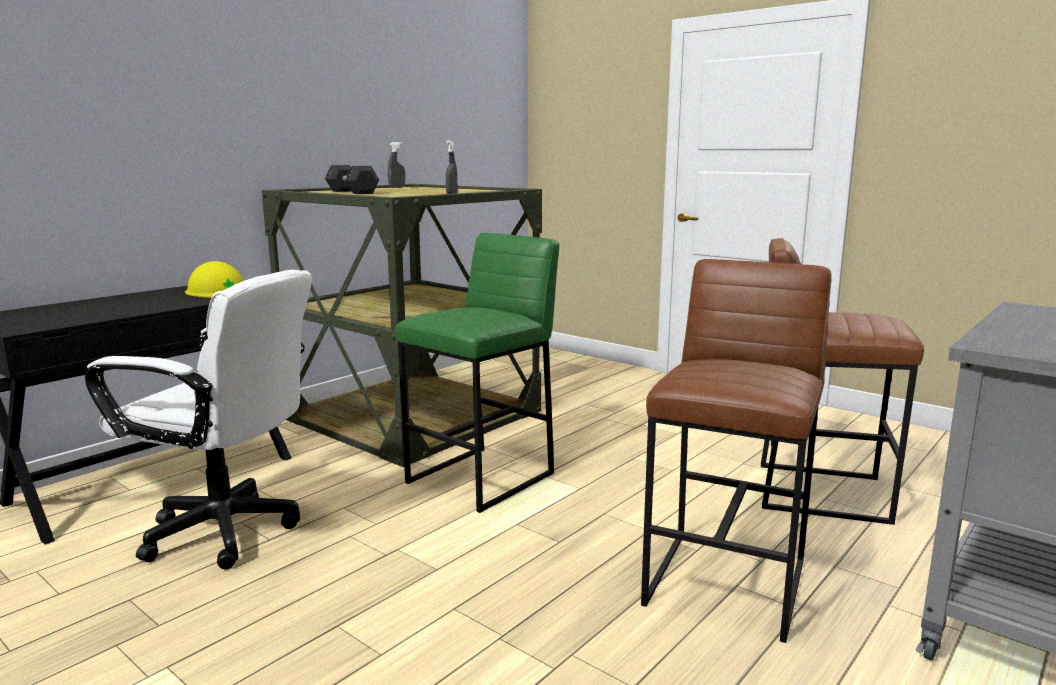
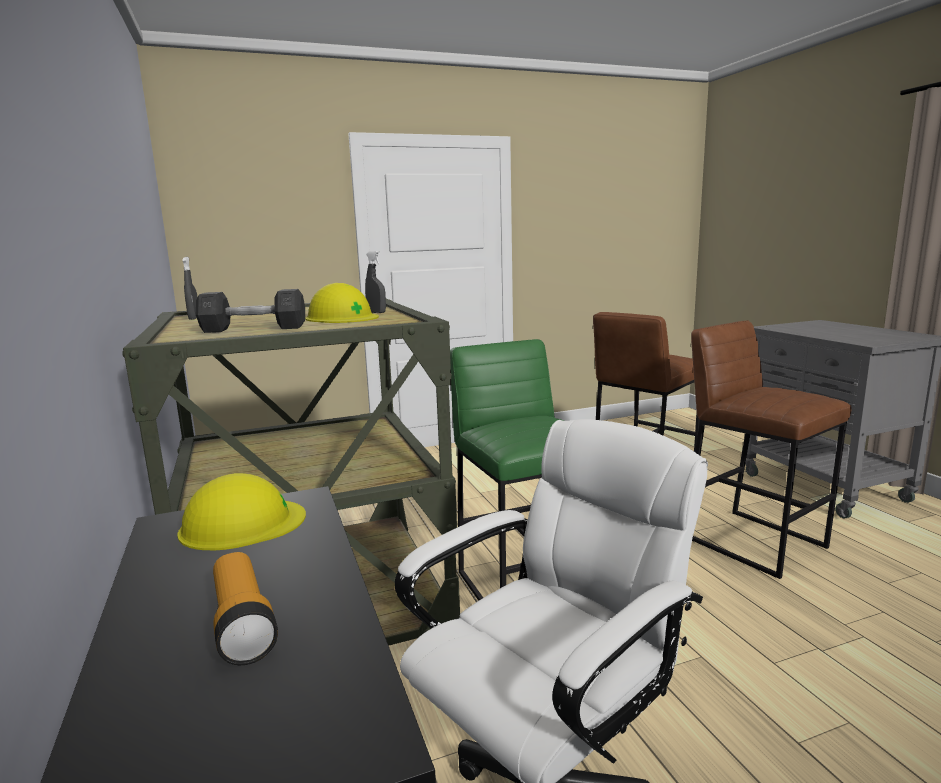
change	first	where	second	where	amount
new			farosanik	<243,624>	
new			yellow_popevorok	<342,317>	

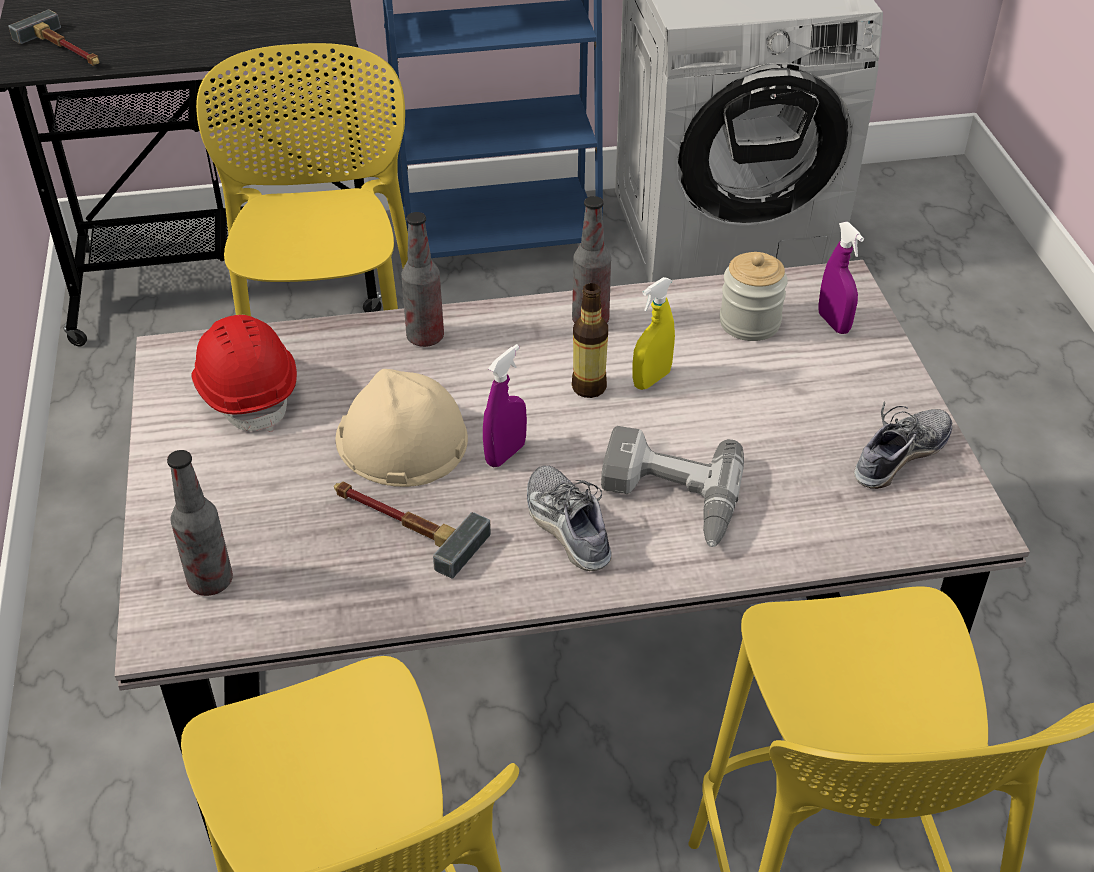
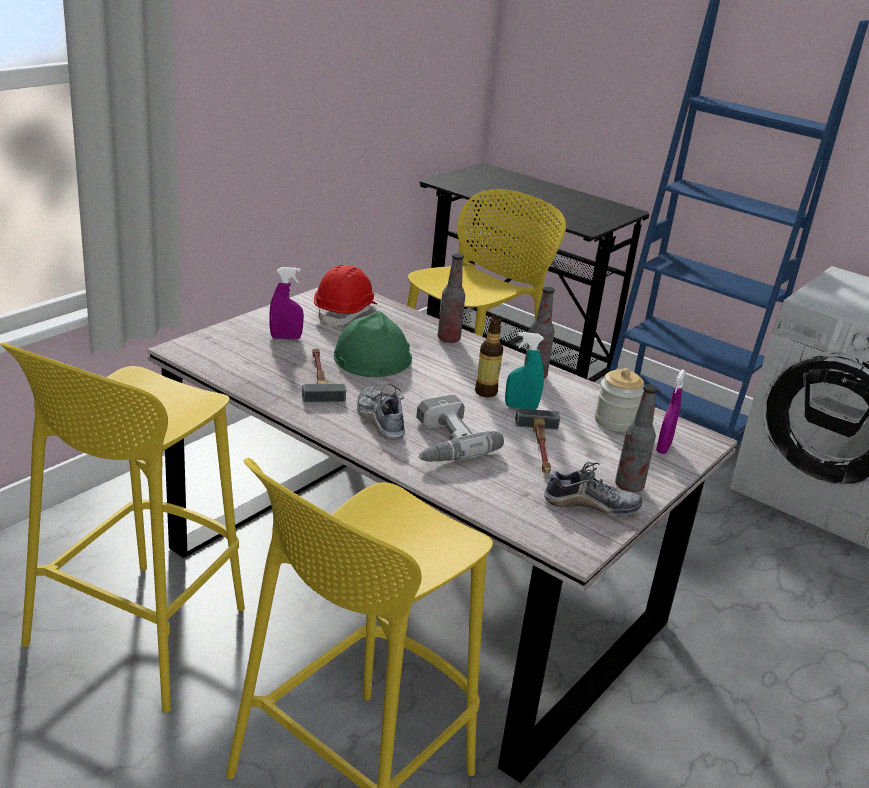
change	first	where	second	where	amount
shifted	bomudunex	<65,50>		<540,448>	
shifted	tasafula	<210,581>		<629,486>	
repainted	beige_popevorok	<401,439>	green_popevorok	<372,358>	
shifted	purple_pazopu	<505,454>		<286,338>	
rotated	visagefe	<567,527>		<380,420>	45 degrees counterclockwise
repainted	yellow_pazopu	<651,379>	turquoise_pazopu	<521,407>	

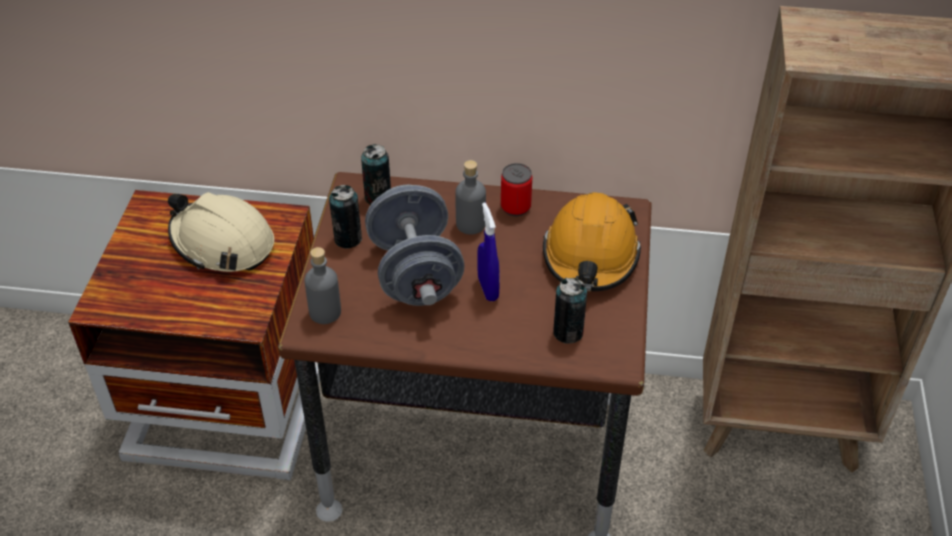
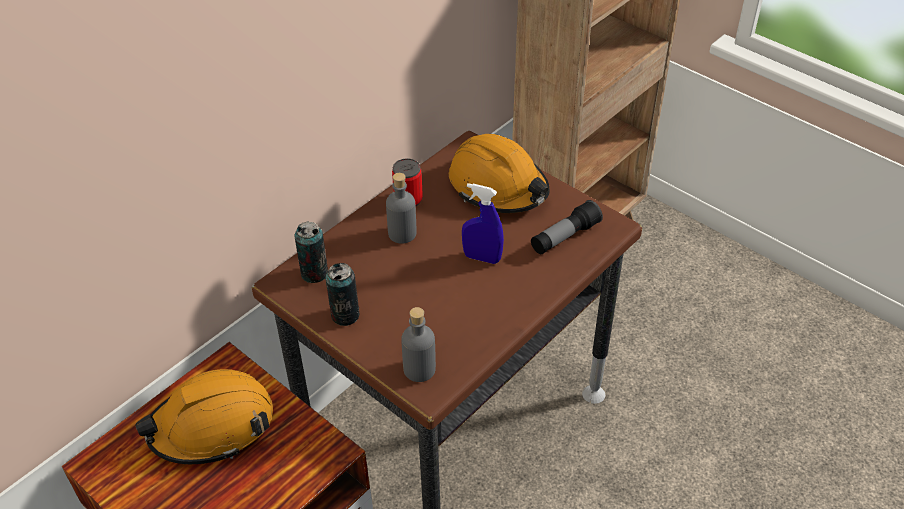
change	first	where	second	where	amount
repainted	beige_popevorok	<222,243>	orange_popevorok	<212,426>	
gone	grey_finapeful	<415,273>			
swapped	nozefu	<568,332>	farosanik	<565,237>	

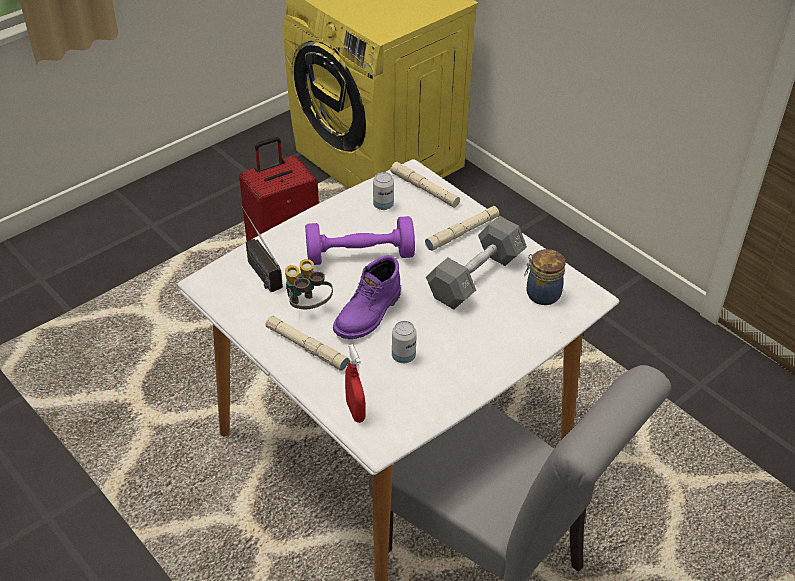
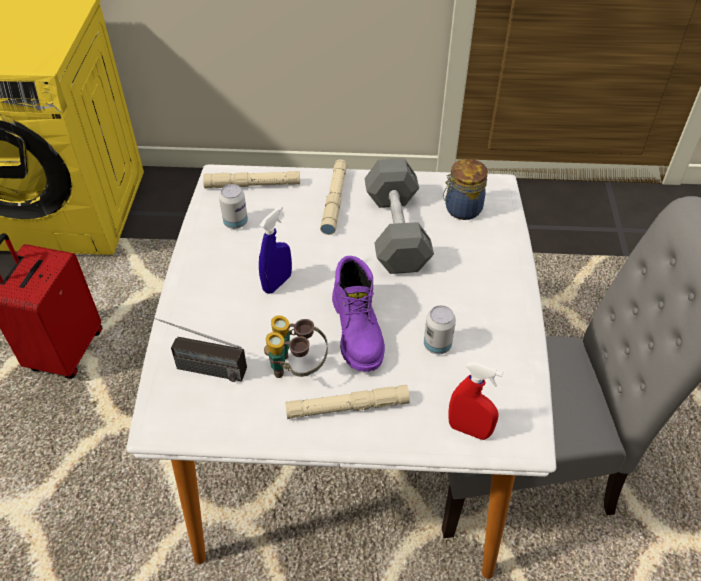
change	first	where	second	where	amount
swapped	purple_finapeful	<360,256>	blue_pazopu	<277,283>	

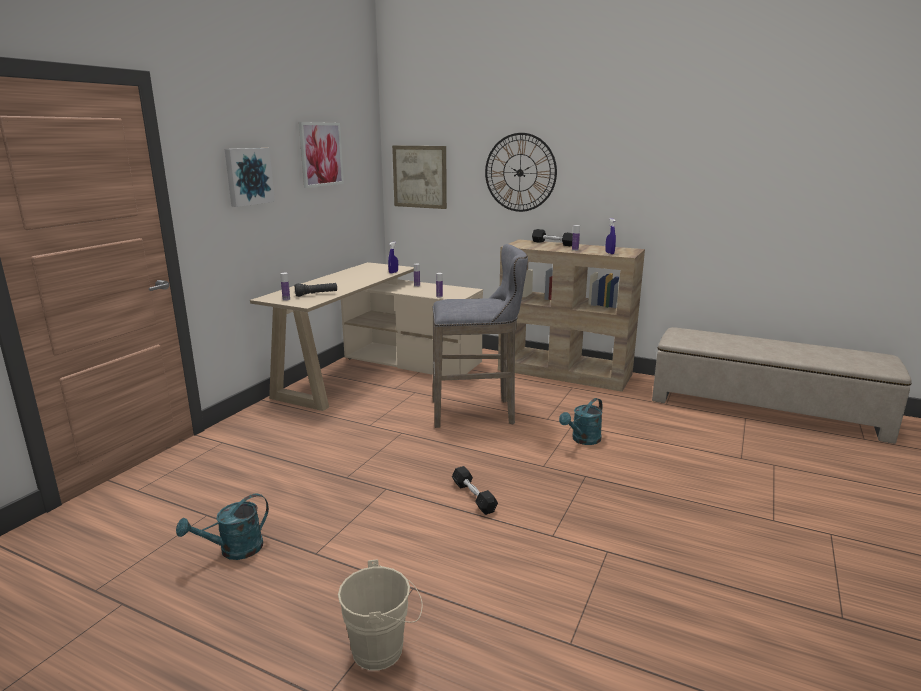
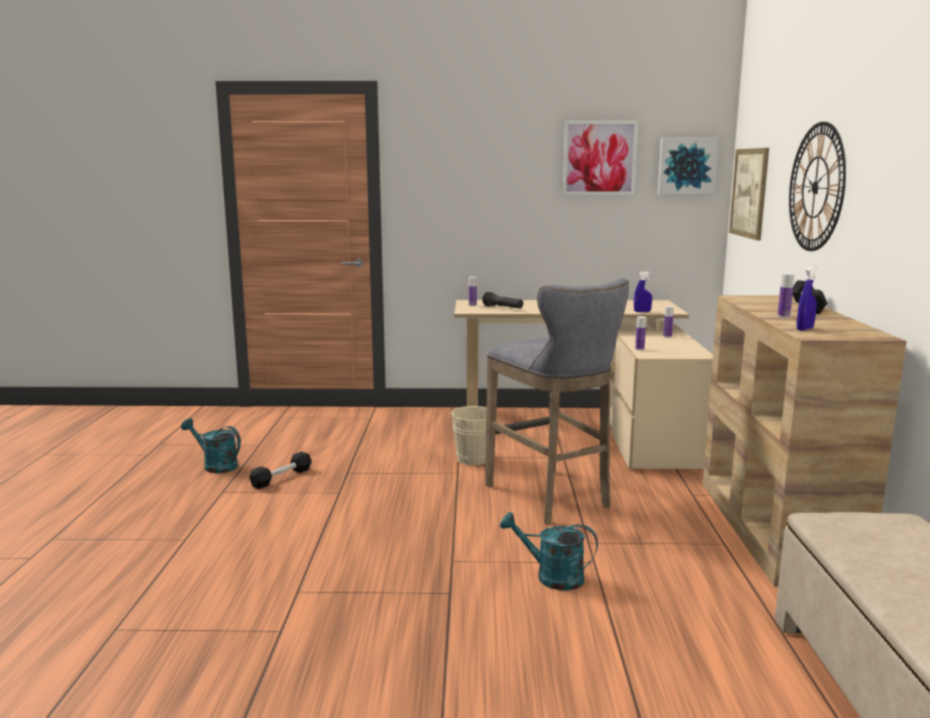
change	first	where	second	where	amount
shifted	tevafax	<248,176>		<686,166>	
shifted	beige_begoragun	<383,649>		<475,460>	
shifted	black_finapeful	<473,497>		<281,477>	

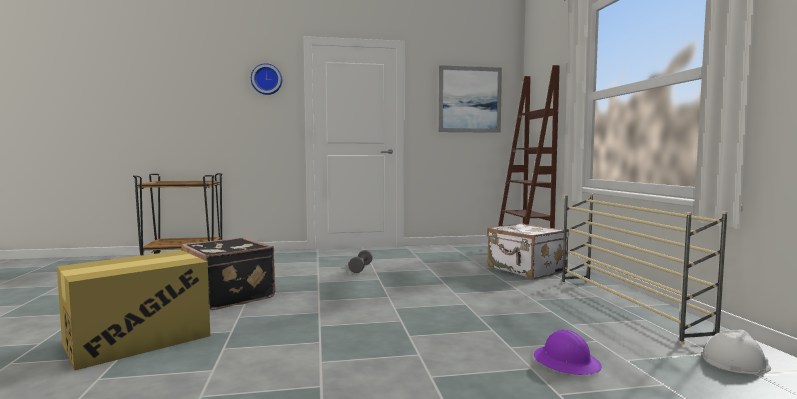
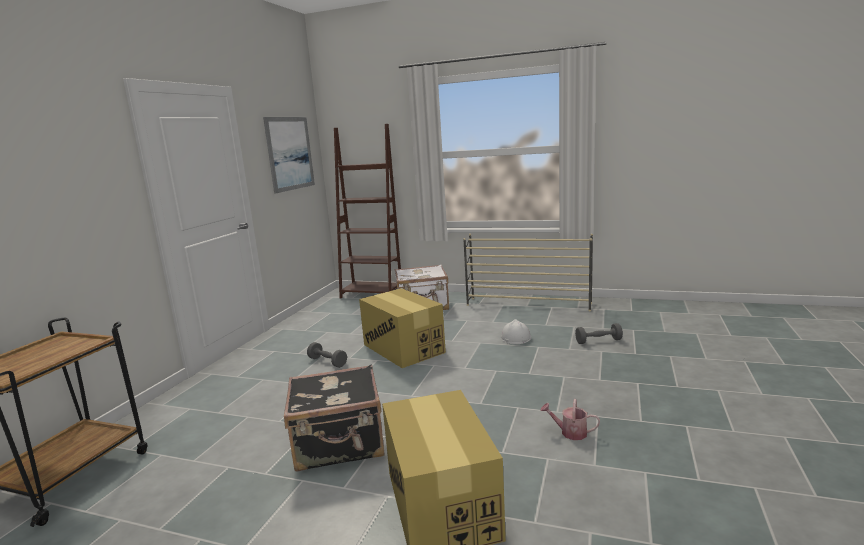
change	first	where	second	where	amount
gone	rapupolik	<266,79>			
swapped	purple_popevorok	<566,362>	grey_finapeful	<598,341>	
shifted	white_popevorok	<735,362>		<515,338>	
new			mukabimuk	<403,348>	
new			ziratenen	<570,432>	

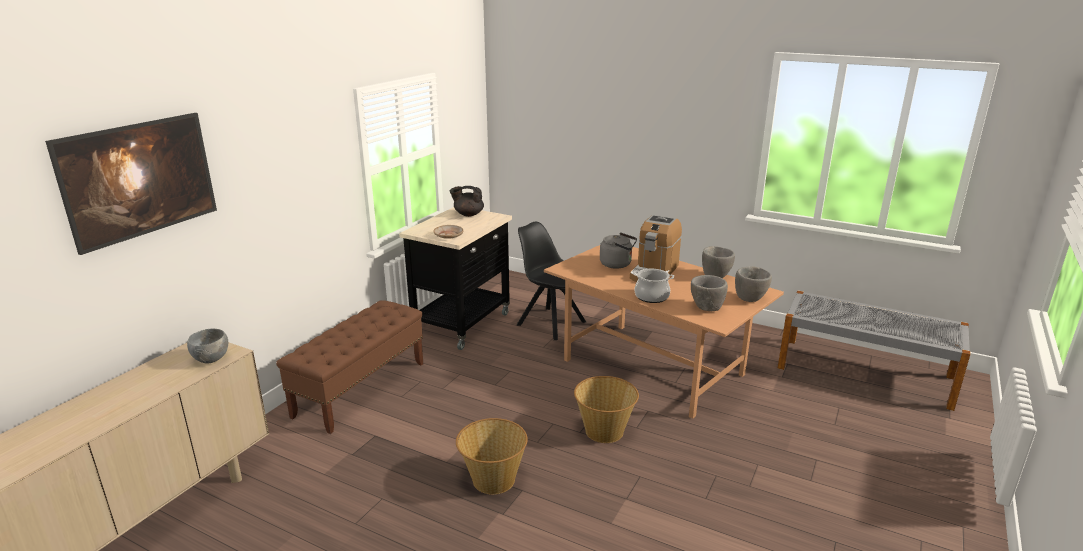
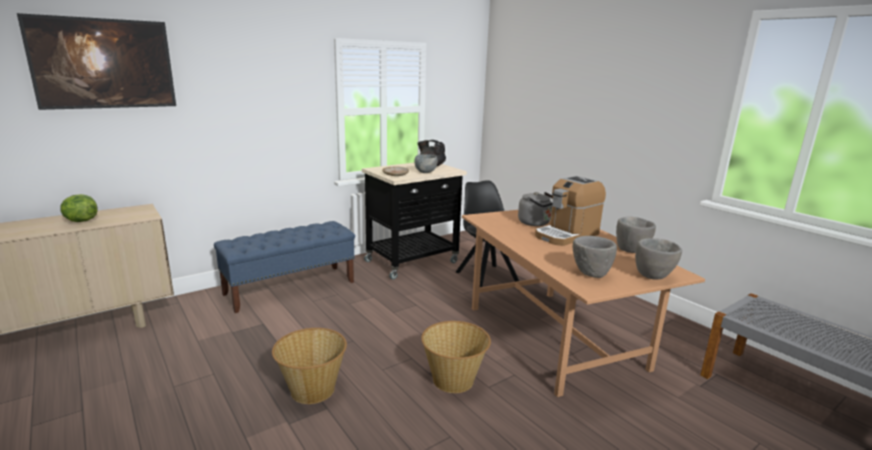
change	first	where	second	where	amount
shifted	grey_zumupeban	<211,359>		<425,172>	
repainted	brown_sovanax	<361,389>	blue_sovanax	<290,288>	
gone	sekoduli	<652,296>			
new			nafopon	<80,221>	

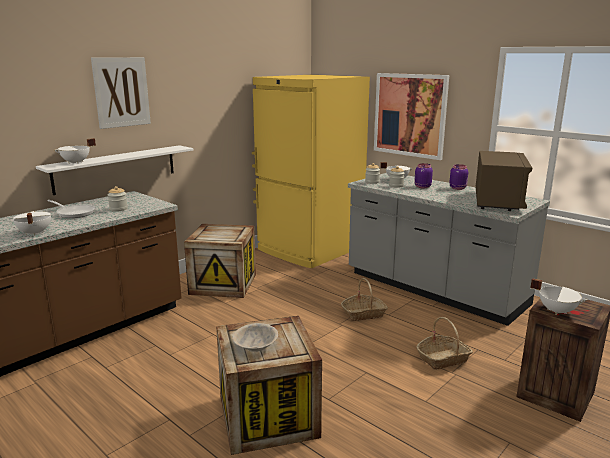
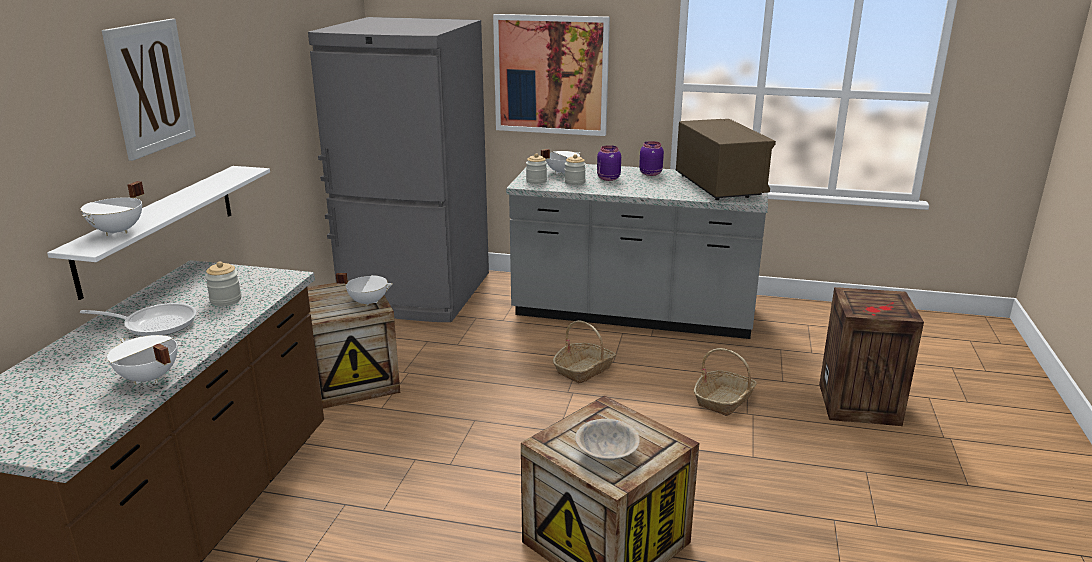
change	first	where	second	where	amount
repainted	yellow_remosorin	<309,248>	grey_remosorin	<416,291>	
shifted	white_sekoduli	<557,311>		<368,302>	

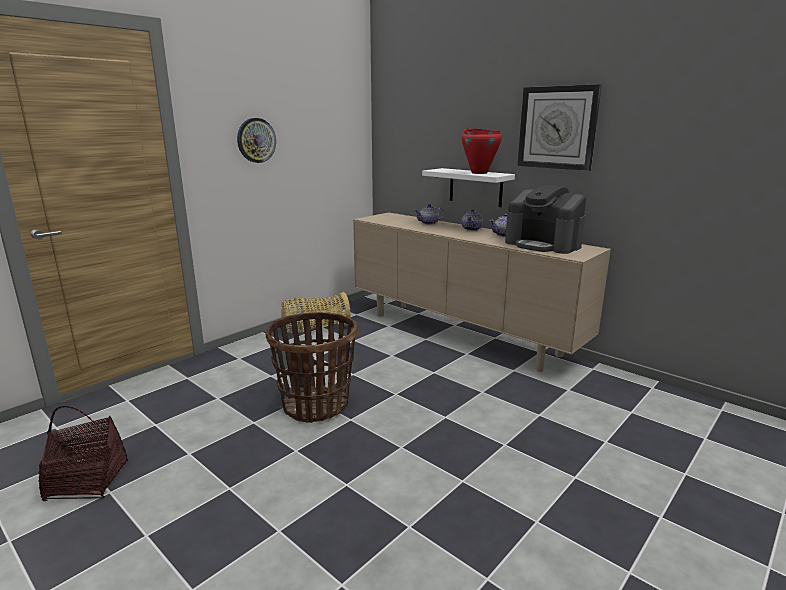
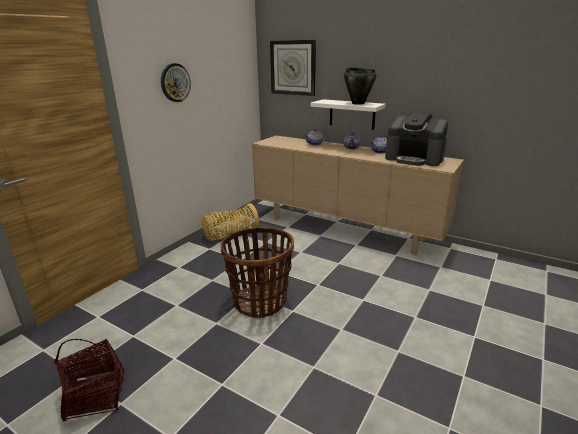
change	first	where	second	where	amount
repainted	red_sekoduli	<479,173>	black_sekoduli	<358,103>	
shifted	rapupolik	<557,128>		<293,68>	

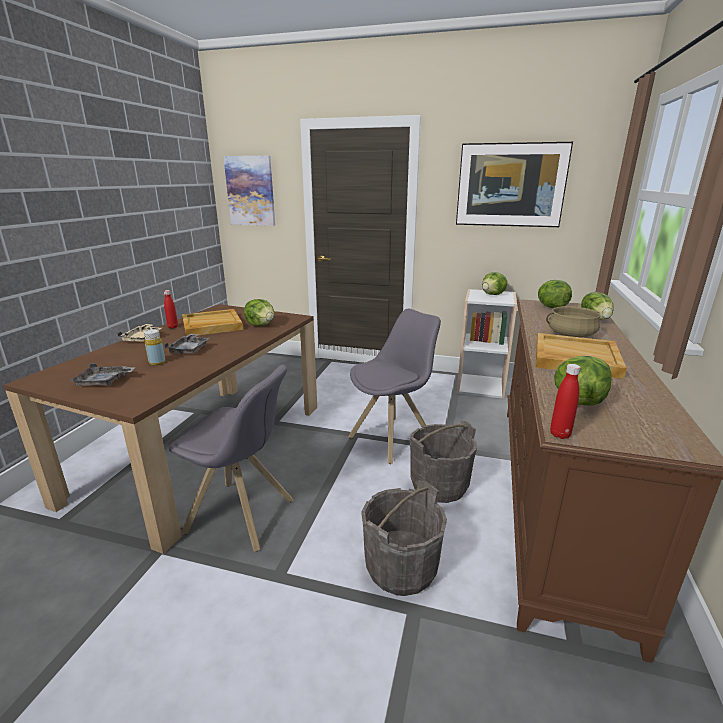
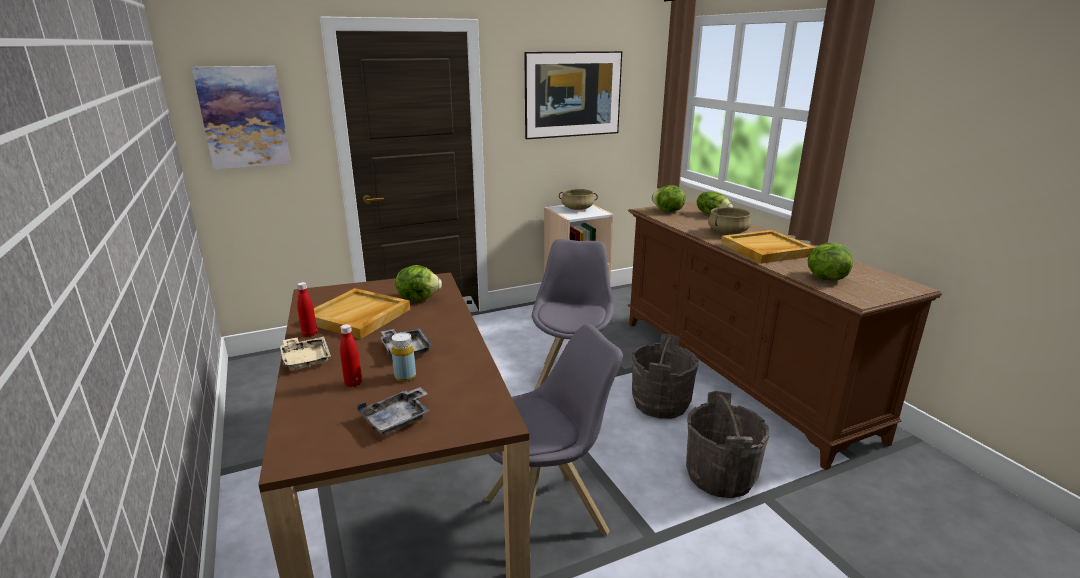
change	first	where	second	where	amount
swapped	nafopon	<493,295>	beige_sekoduli	<577,208>	
shifted	red_tasafula	<560,434>		<353,383>	

